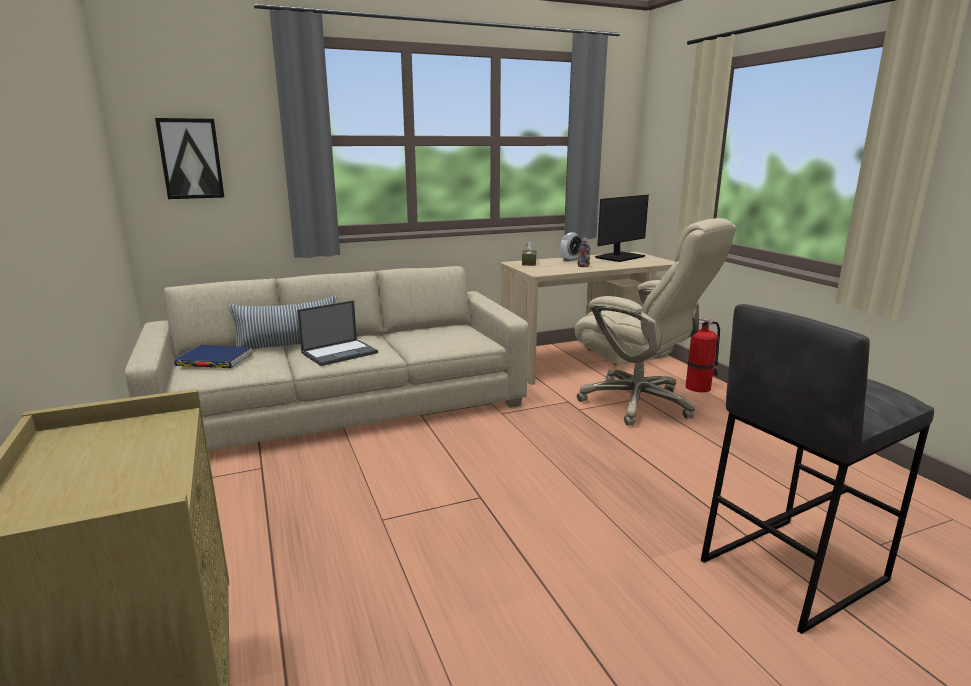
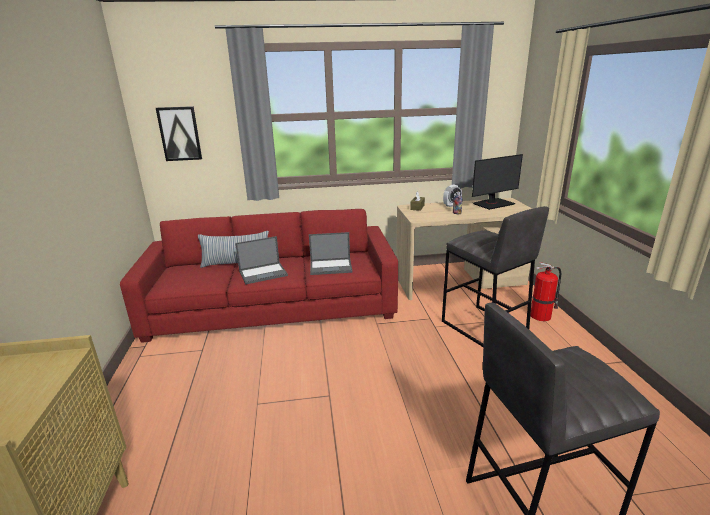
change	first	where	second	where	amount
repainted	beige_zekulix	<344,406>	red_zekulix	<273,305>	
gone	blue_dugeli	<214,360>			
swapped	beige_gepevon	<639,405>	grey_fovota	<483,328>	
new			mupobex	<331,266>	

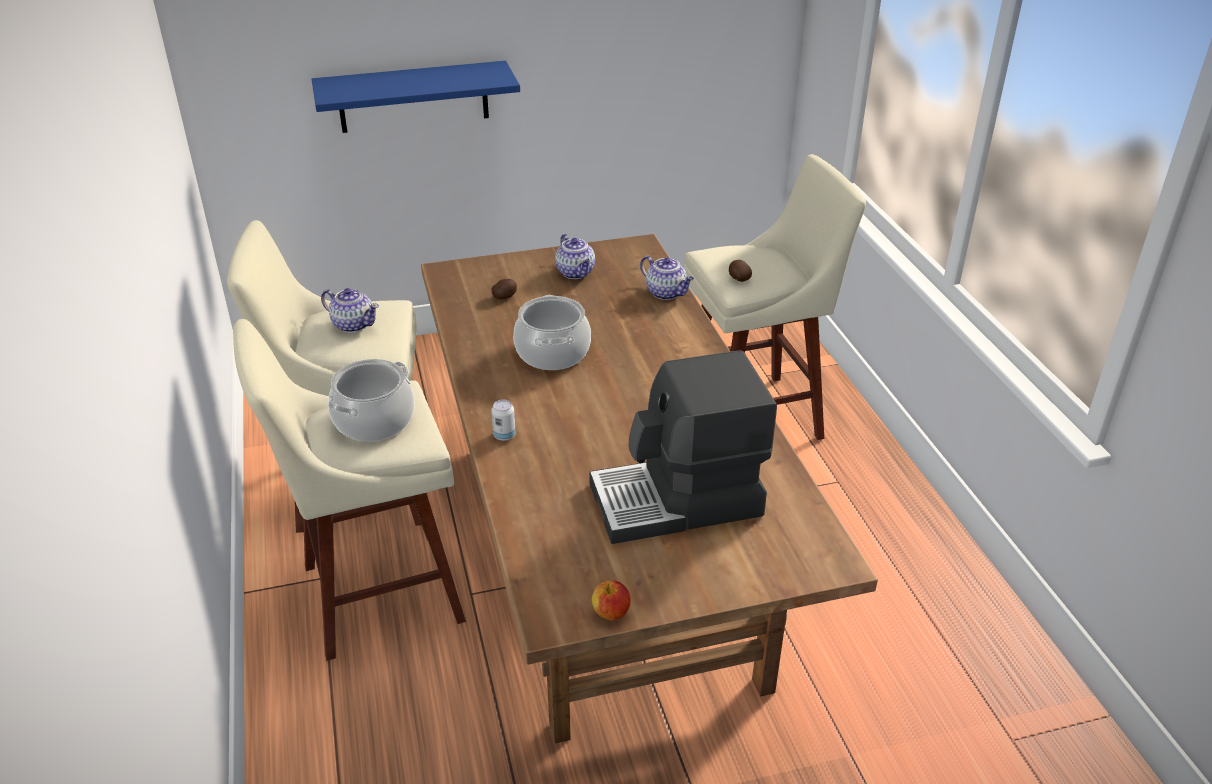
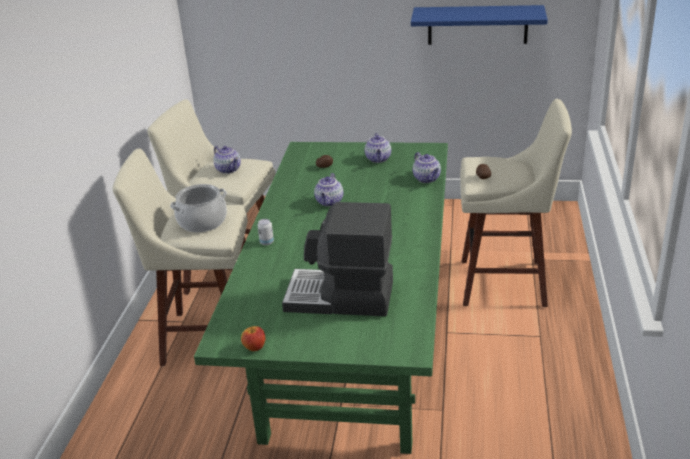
change	first	where	second	where	amount
shifted	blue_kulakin	<413,97>		<477,25>	
repainted	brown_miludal	<607,559>	green_miludal	<353,349>	
swapped	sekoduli	<553,353>	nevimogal	<329,202>	

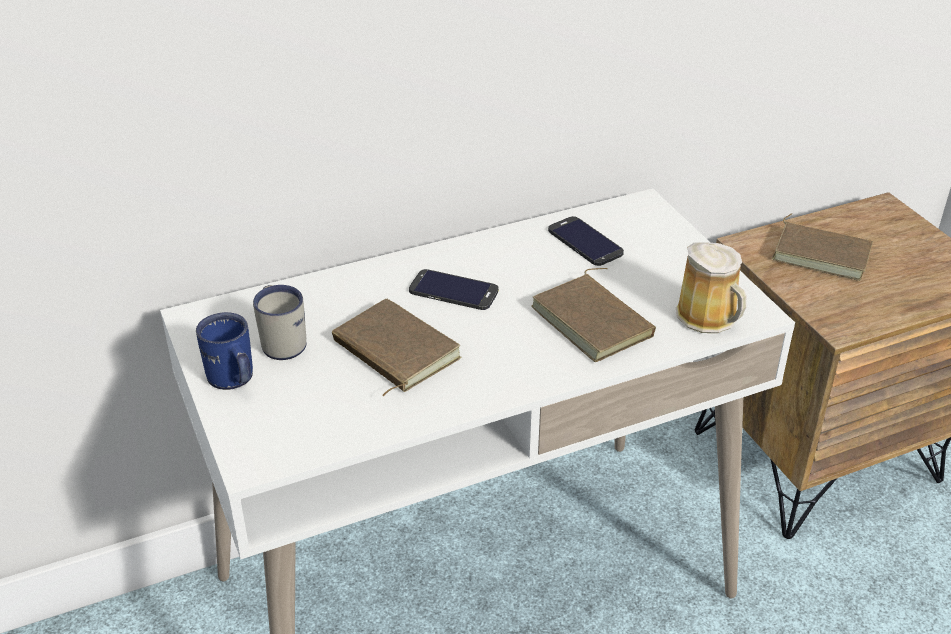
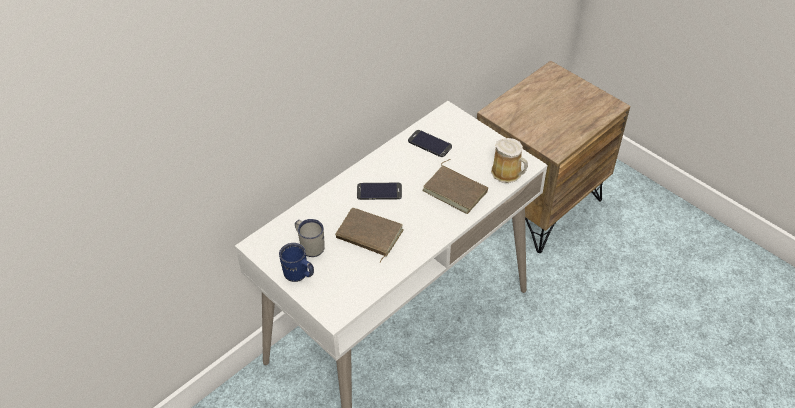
change	first	where	second	where	amount
gone	brown_dugeli	<822,253>			

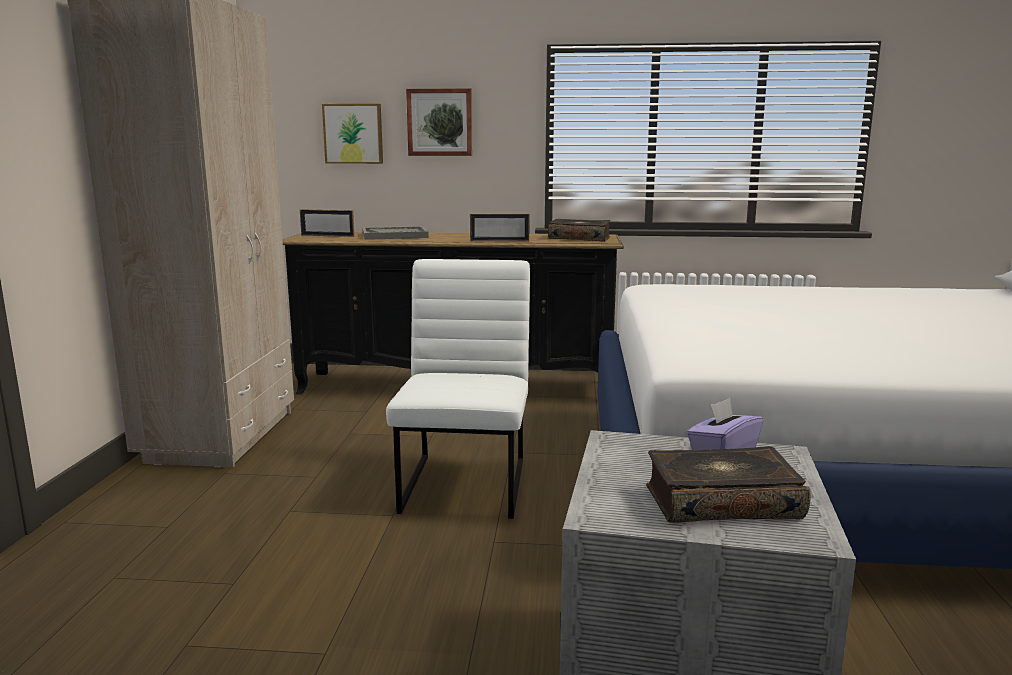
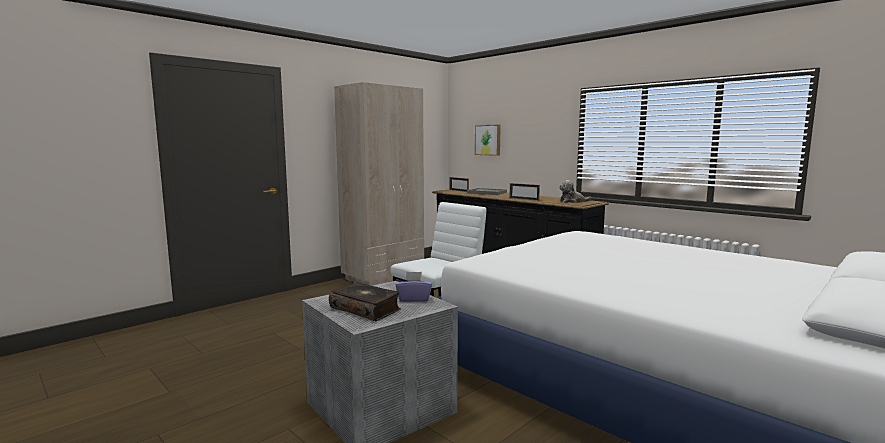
change	first	where	second	where	amount
gone	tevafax	<440,122>			
swapped	dugeli	<579,238>	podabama	<572,201>	

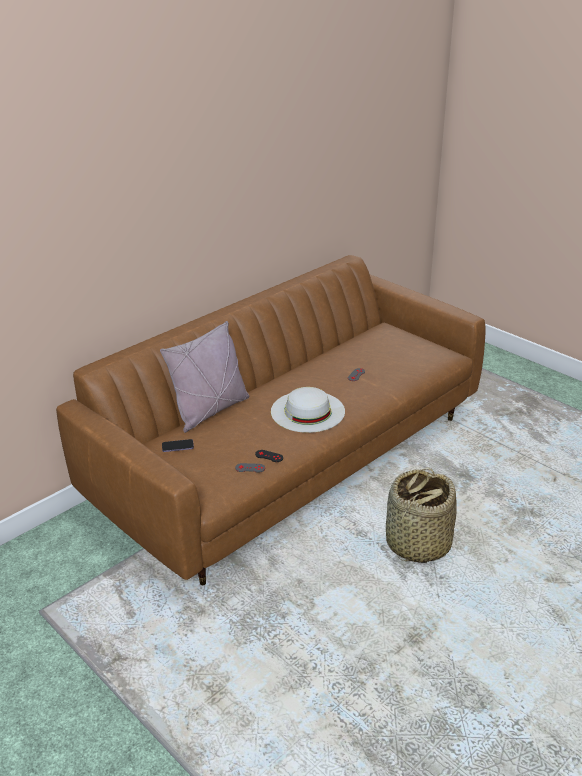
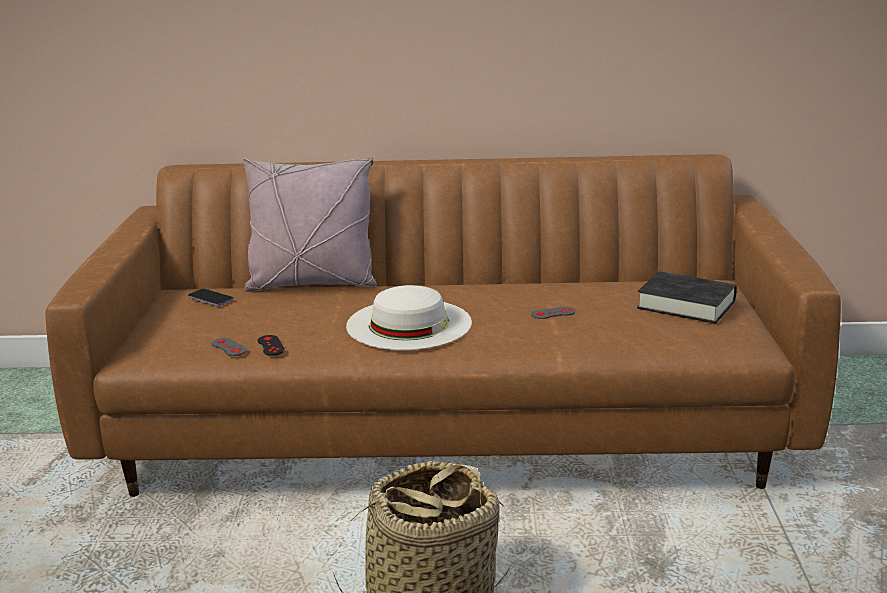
change	first	where	second	where	amount
new			black_dugeli	<686,305>	

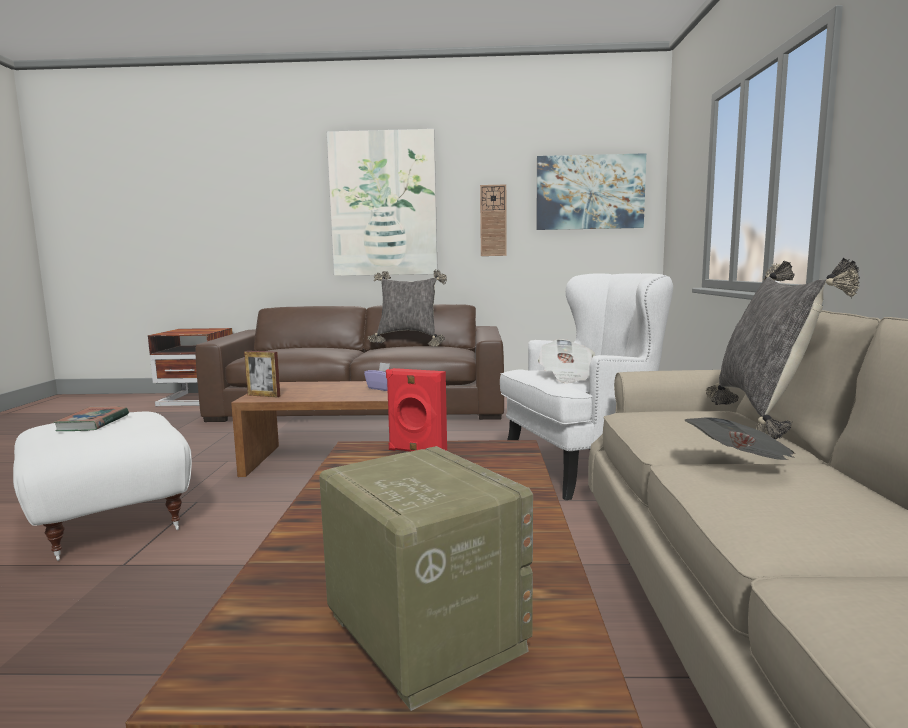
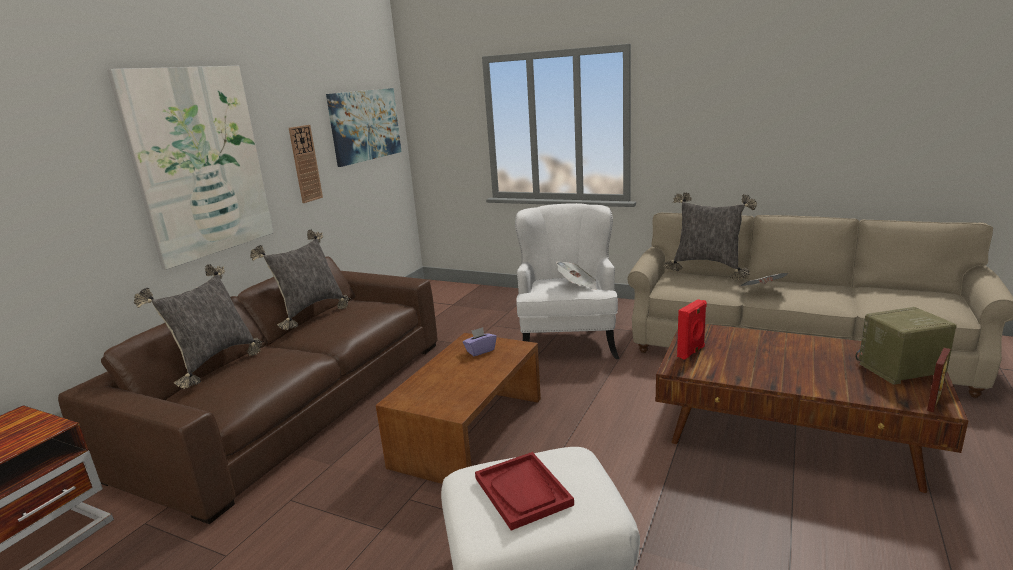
change	first	where	second	where	amount
swapped	dugeli	<93,423>	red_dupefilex	<523,491>	
shifted	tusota	<263,395>		<934,402>	
new			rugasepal	<214,369>	

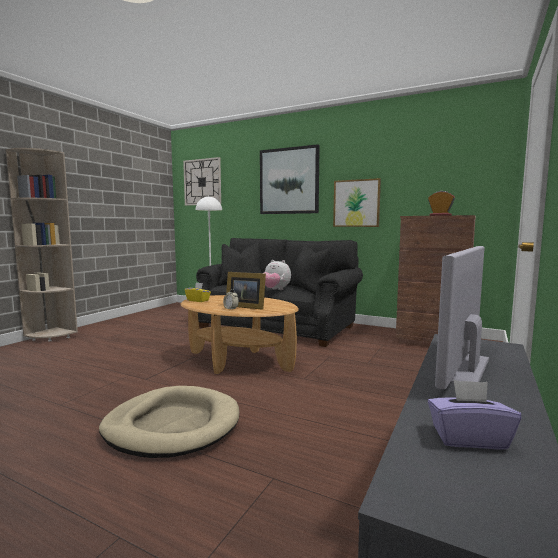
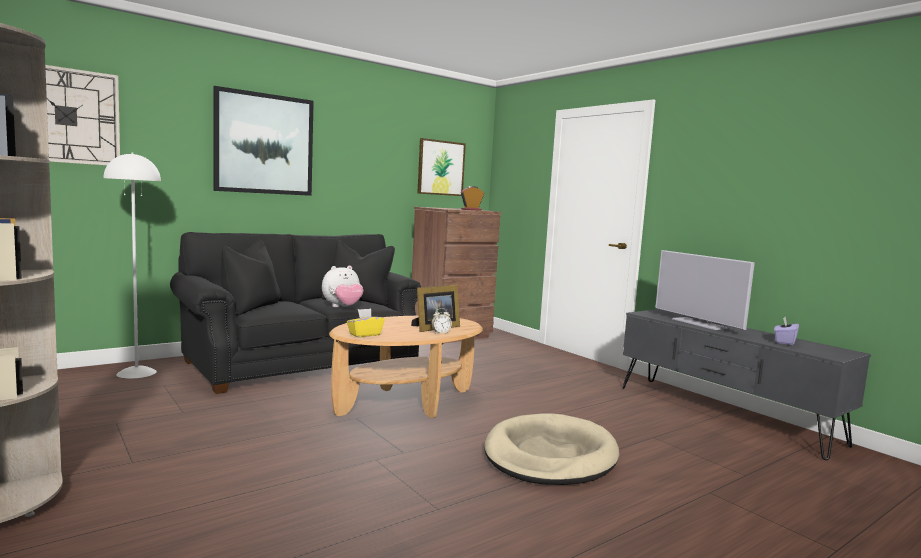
change	first	where	second	where	amount
shifted	tevafax	<356,203>		<441,168>	

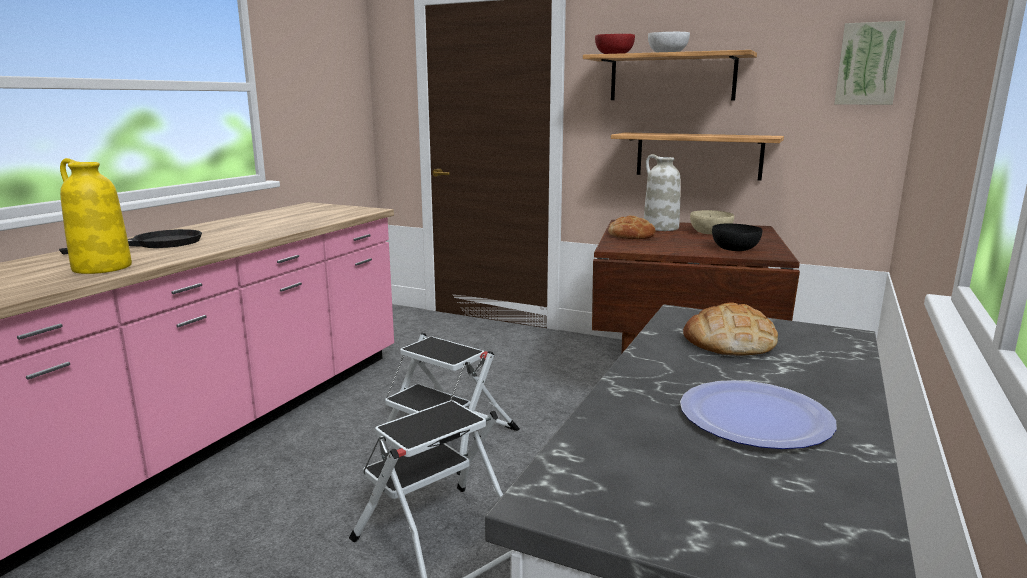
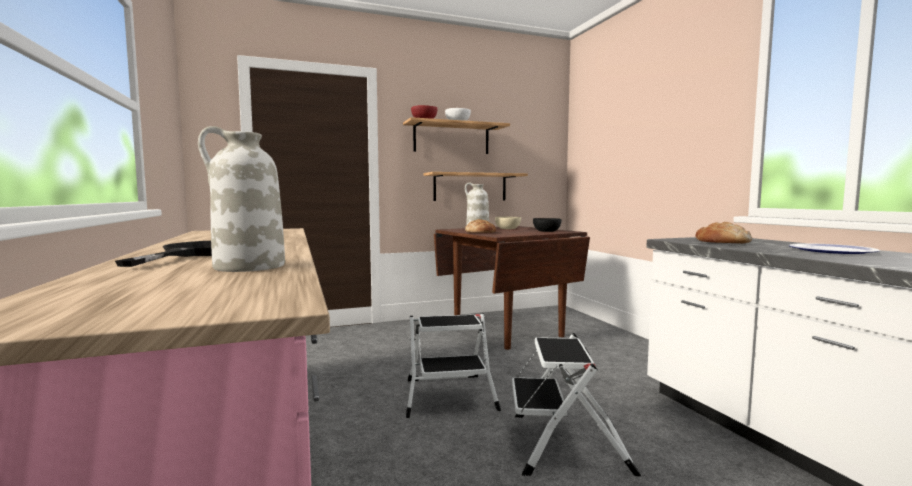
change	first	where	second	where	amount
repainted	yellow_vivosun	<101,267>	white_vivosun	<248,267>	
gone	tevafax	<868,64>			

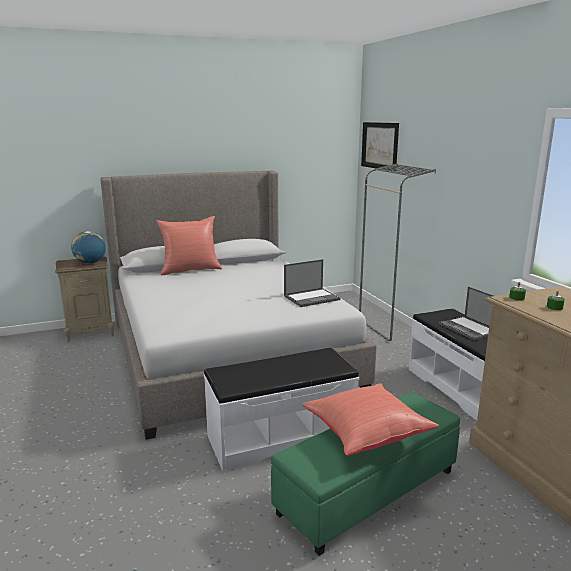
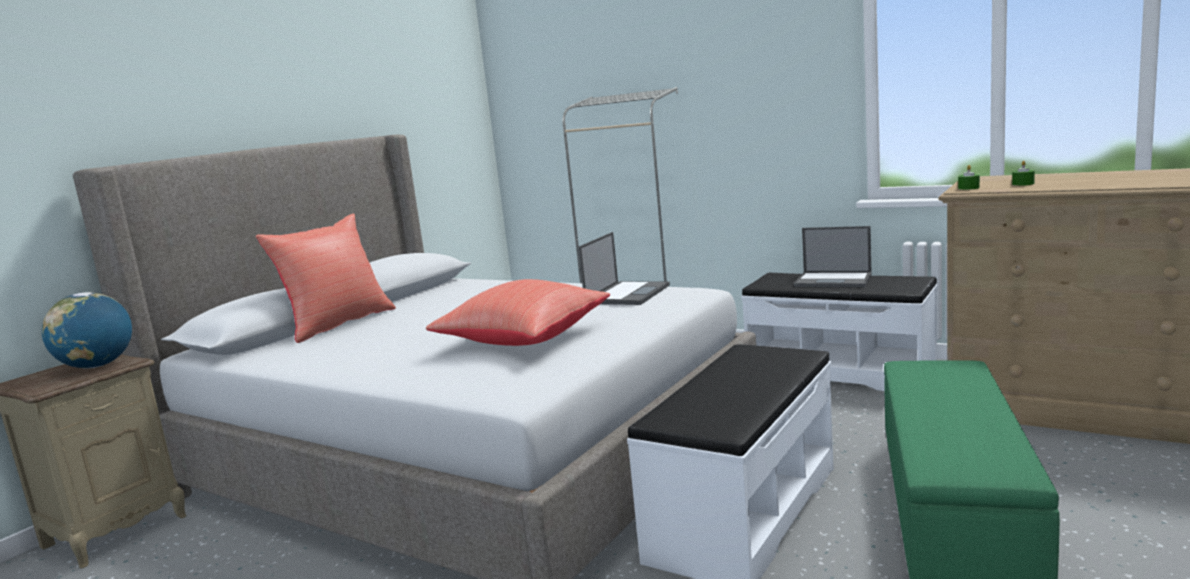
change	first	where	second	where	amount
shifted	red_rugasepal	<365,433>		<523,340>	
gone	tevafax	<380,145>			

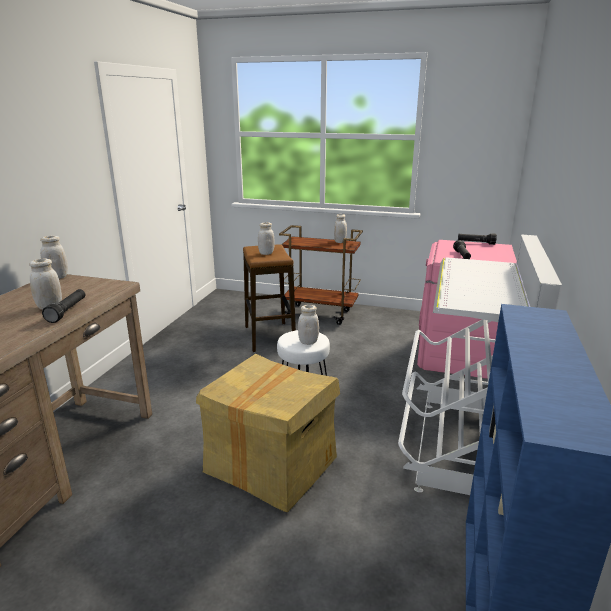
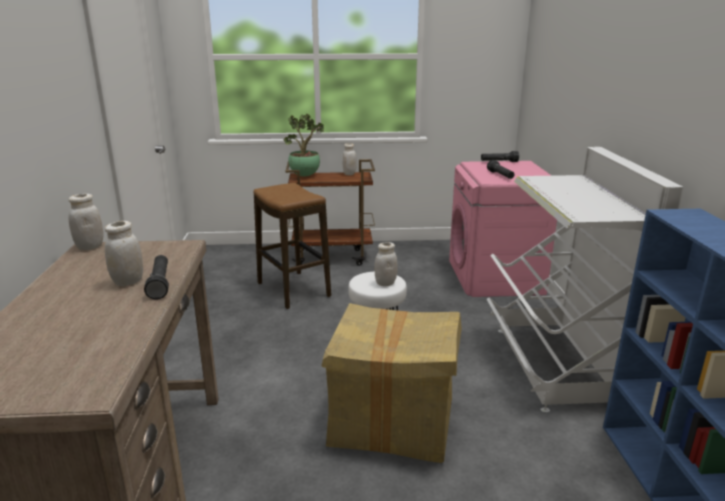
change	first	where	second	where	amount
gone	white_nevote	<266,253>			
new			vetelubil	<305,176>	

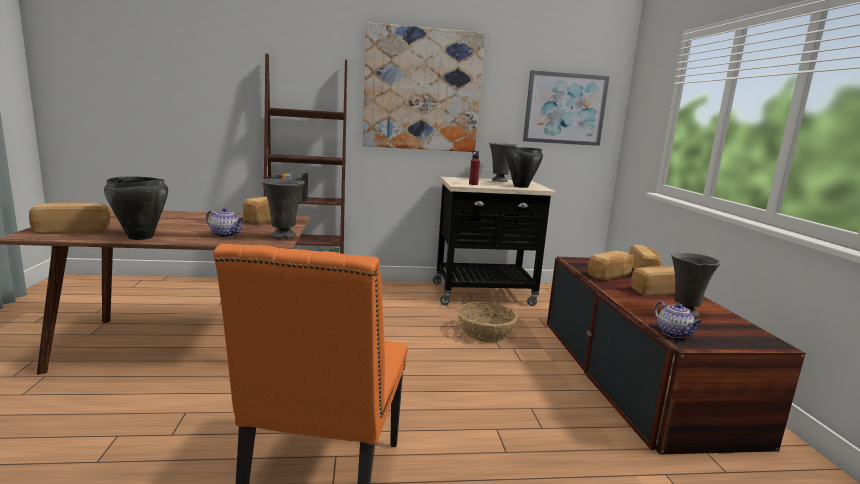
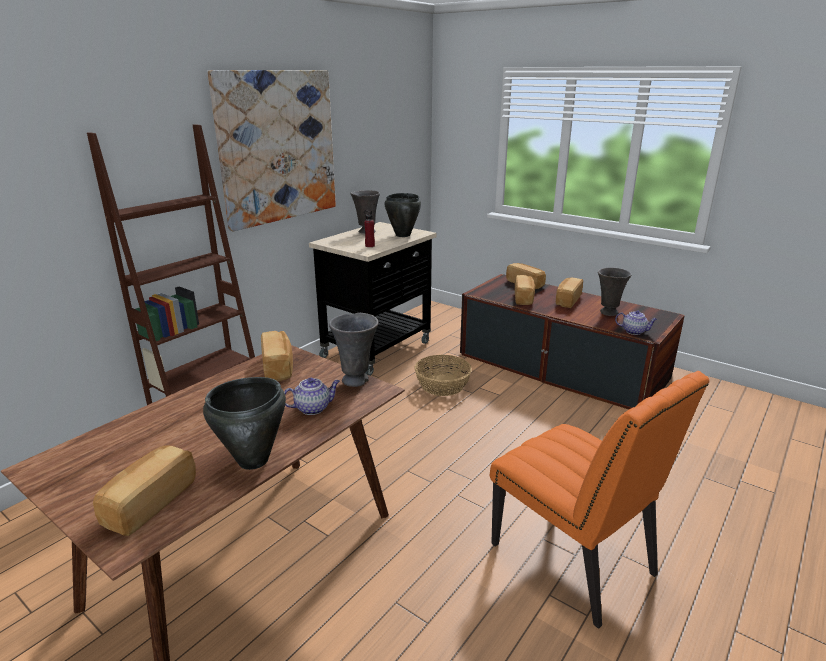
change	first	where	second	where	amount
gone	tevafax	<565,109>			

